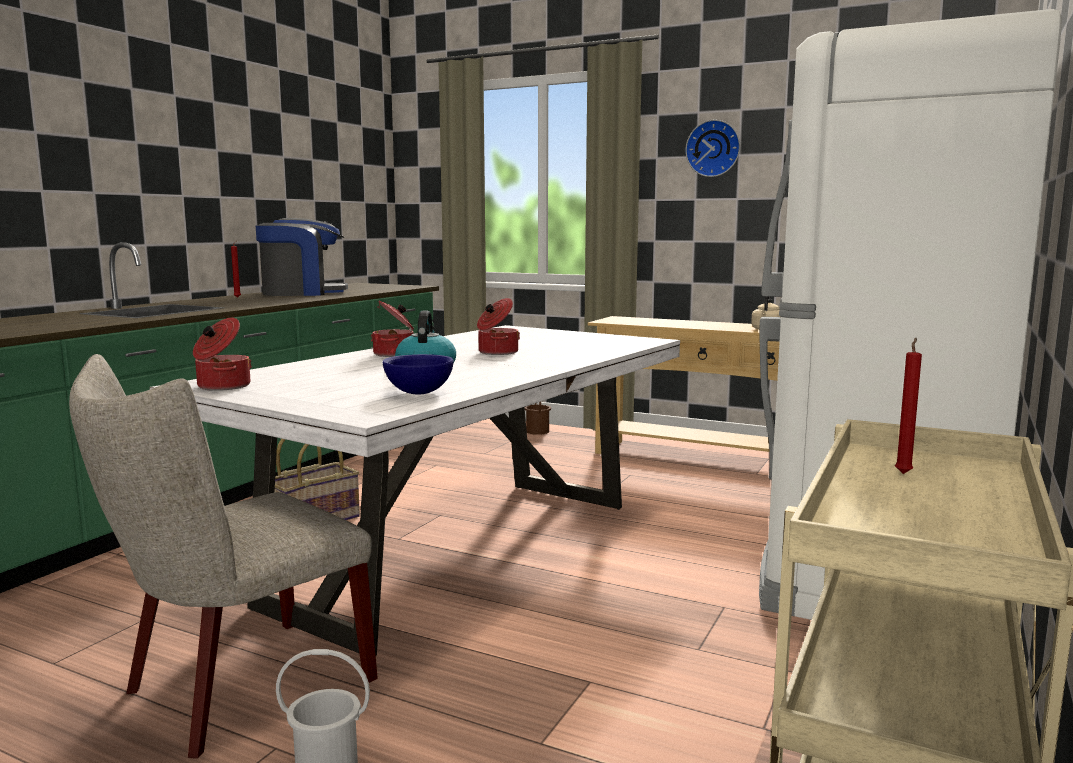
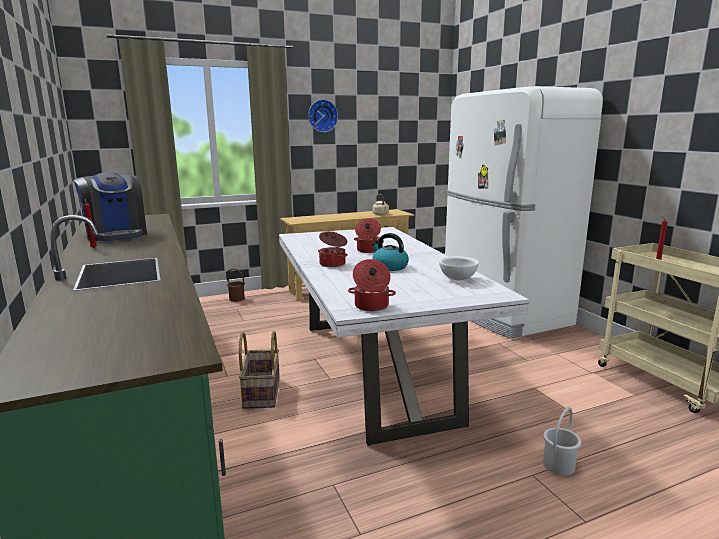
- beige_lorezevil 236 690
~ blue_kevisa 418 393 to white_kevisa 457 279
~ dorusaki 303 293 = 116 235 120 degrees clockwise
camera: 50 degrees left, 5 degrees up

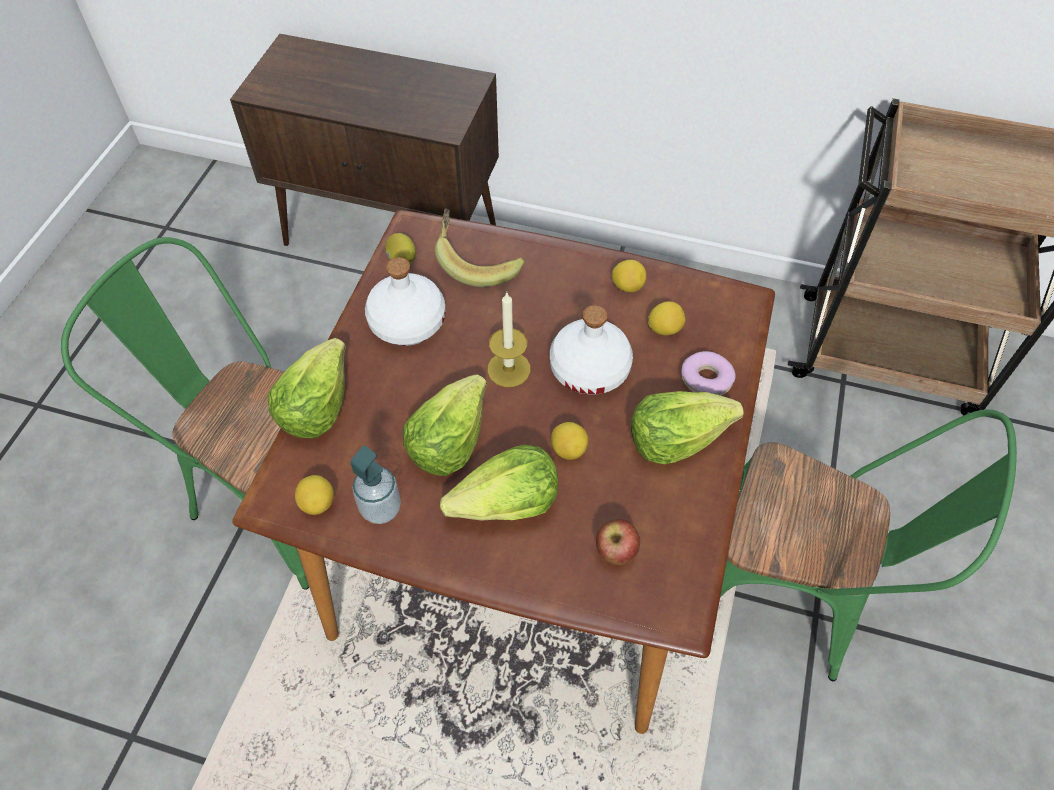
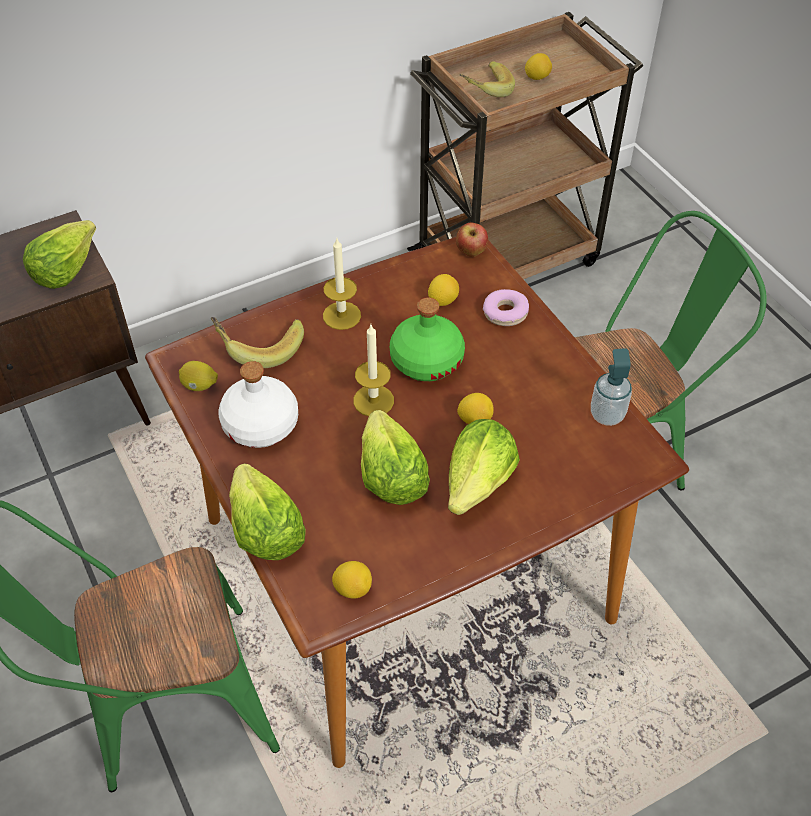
+ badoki 341 315
+ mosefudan 483 91
~ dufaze 381 508 to 607 415
~ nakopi 615 552 to 471 252
~ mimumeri 627 286 to 537 77
~ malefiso 676 437 to 64 269
~ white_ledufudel 589 368 to green_ledufudel 426 360
camera: 45 degrees left, 5 degrees down

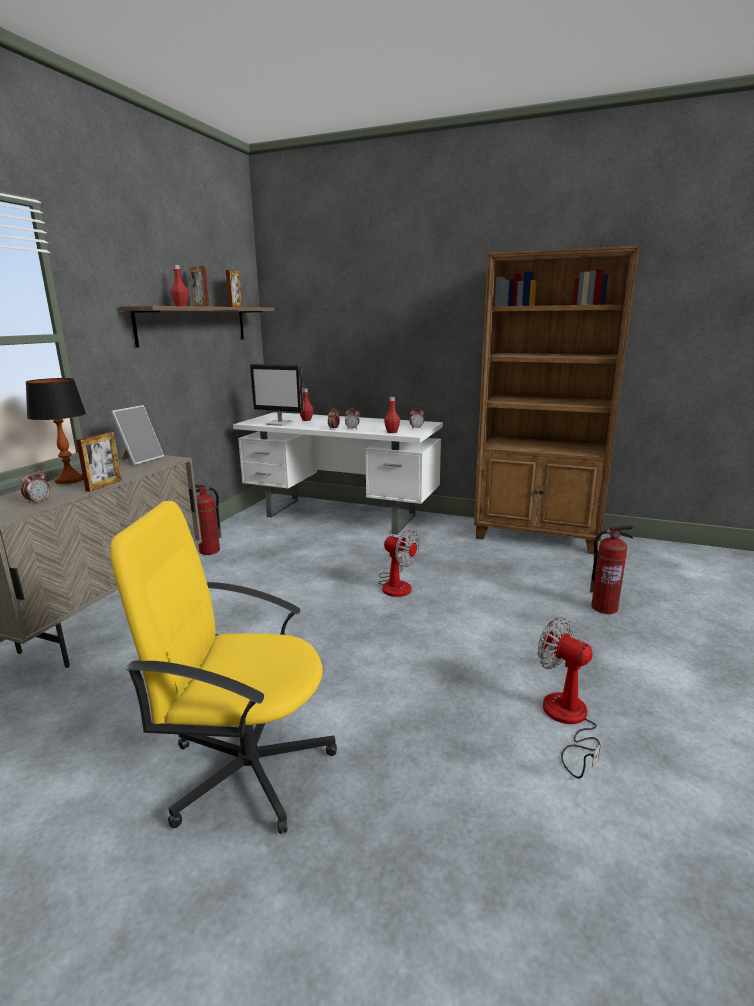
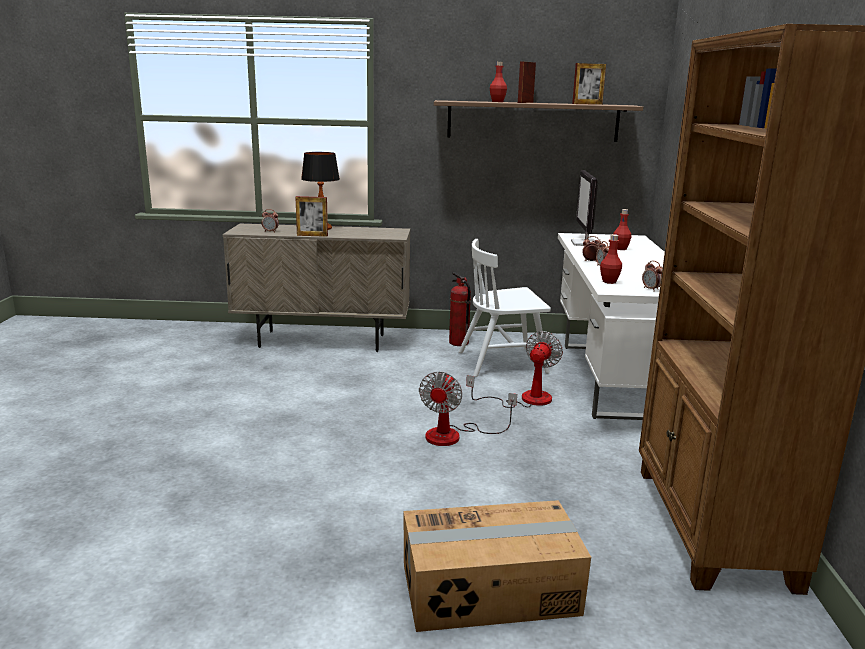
- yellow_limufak 247 768
- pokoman 140 459
+ white_lorezevil 503 362
~ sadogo 567 721 to 525 399
~ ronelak 604 607 to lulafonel 490 590
camera: 70 degrees right, 0 degrees up

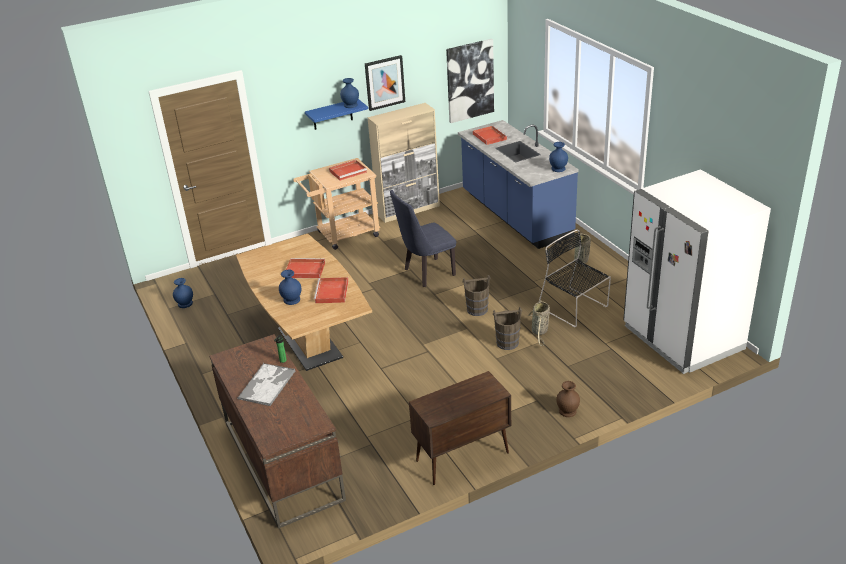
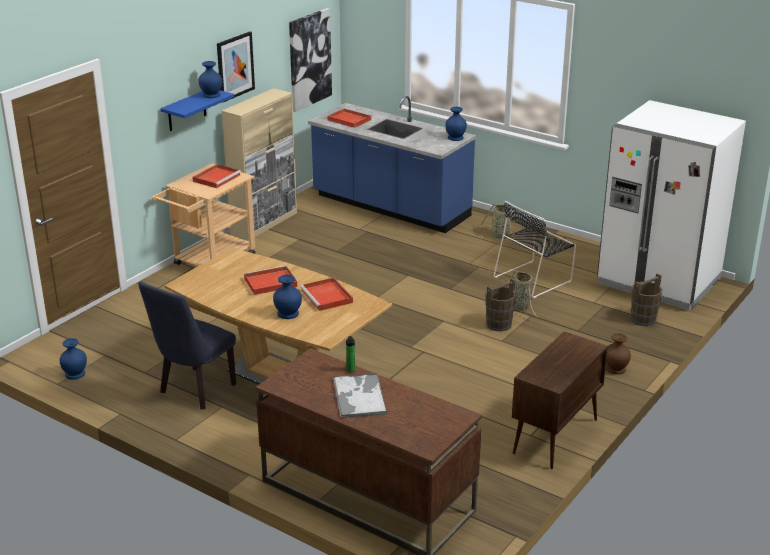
~ blue_lorezevil 425 274 to 194 391
~ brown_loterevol 477 310 to 643 319
~ black_lorezevil 574 308 = 534 278 60 degrees counterclockwise
camera: 30 degrees left, 5 degrees down

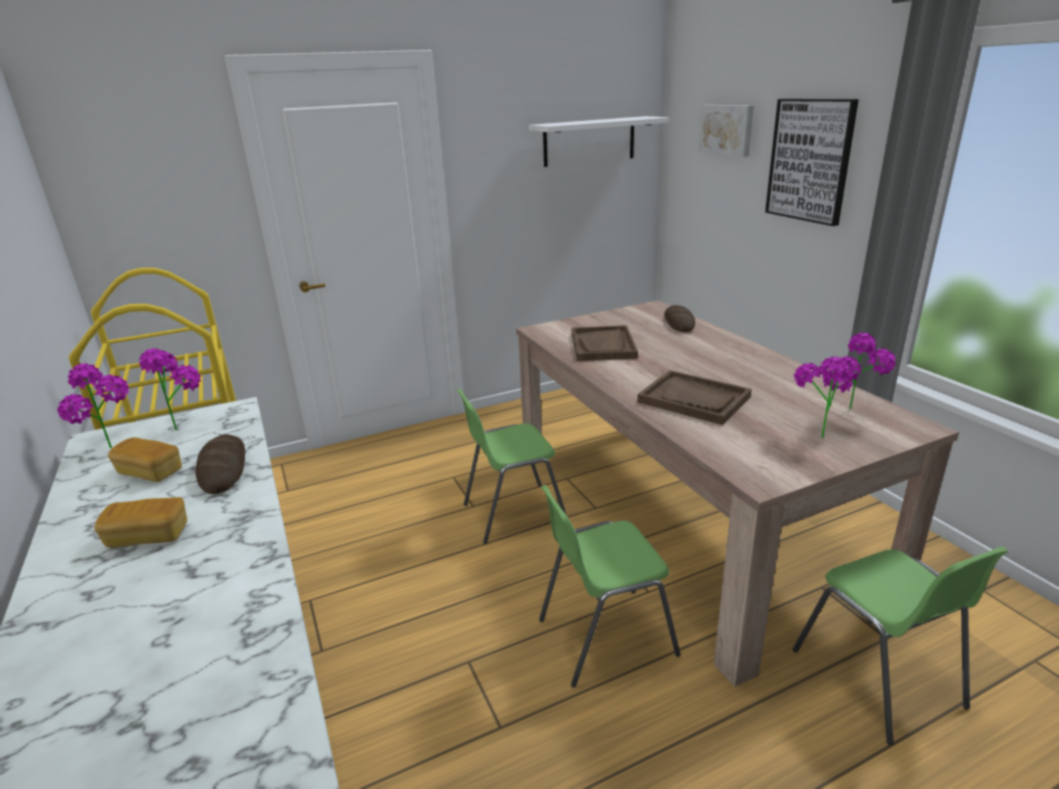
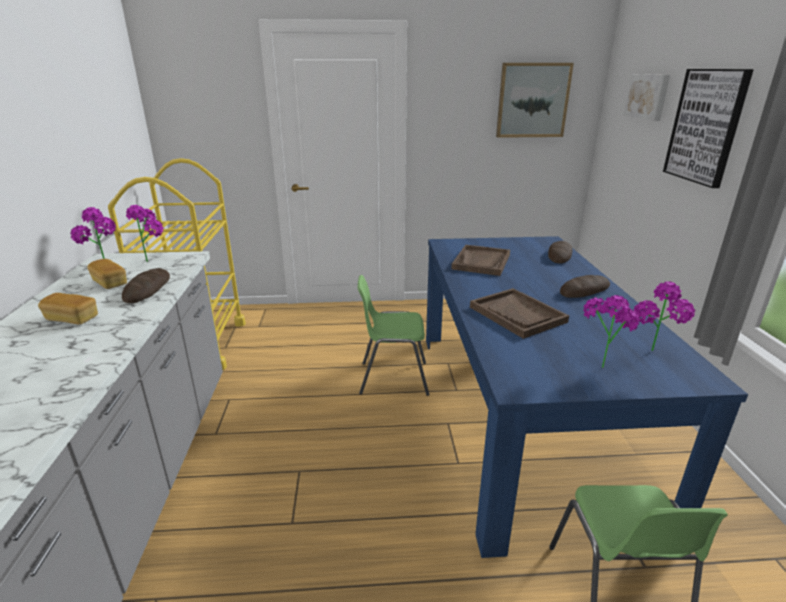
- green_lorezevil 604 636
+ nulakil 584 290
~ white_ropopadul 589 141 to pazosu 532 100
~ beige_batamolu 682 517 to blue_batamolu 521 415
camera: 20 degrees right, 0 degrees up

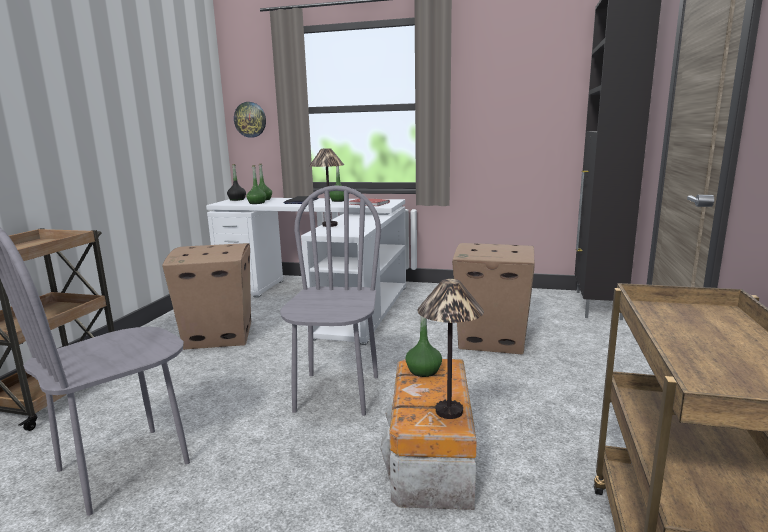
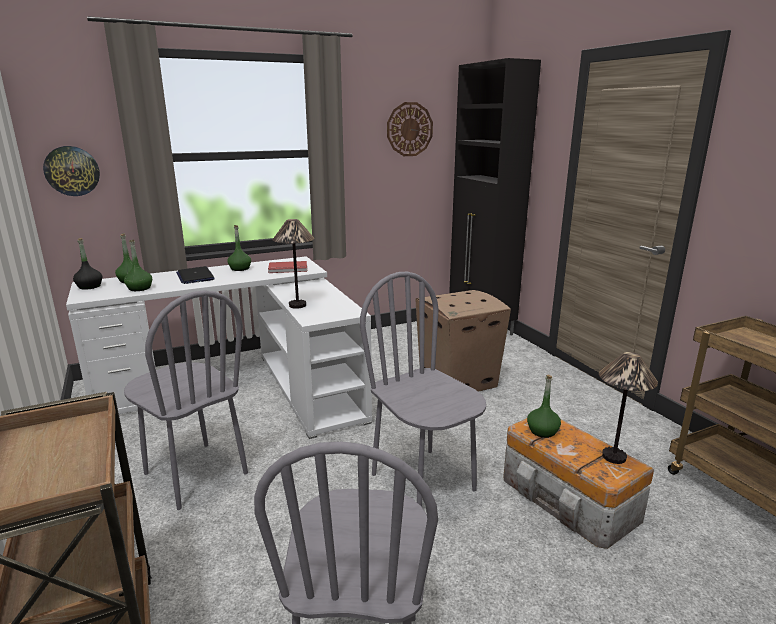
+ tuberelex 409 129
~ lulafonel 217 336 to grey_lorezevil 195 474
camera: 40 degrees left, 5 degrees up

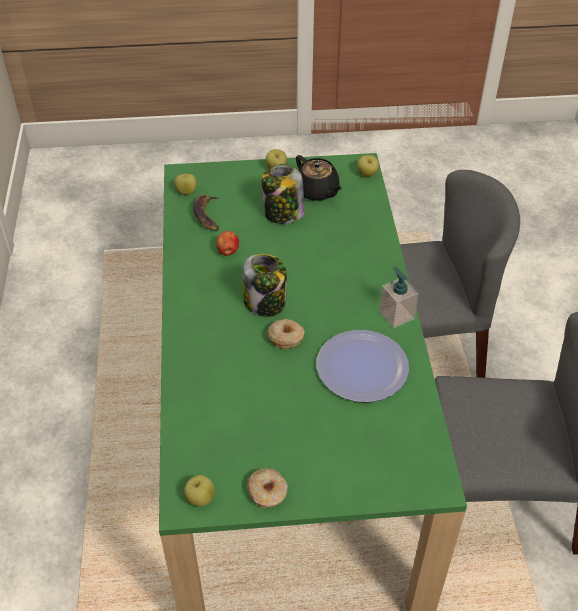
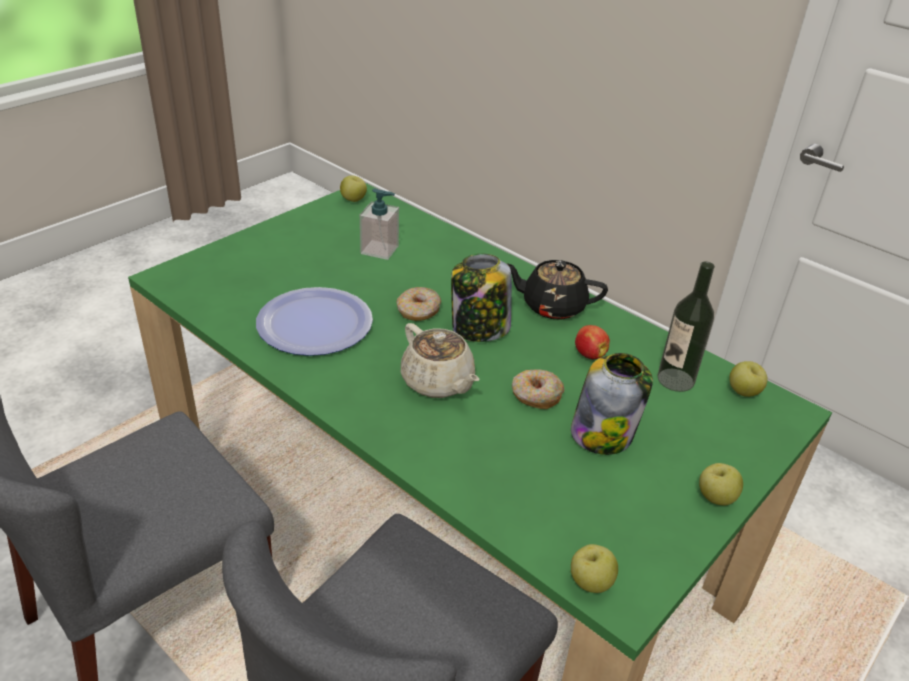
+ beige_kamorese 438 382
~ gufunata 267 492 to 536 395
~ black_kamorese 317 191 to 552 306
~ dufaze 396 315 to 380 250
~ mosefudan 207 215 to ledufudel 675 380
camera: 135 degrees right, 10 degrees down

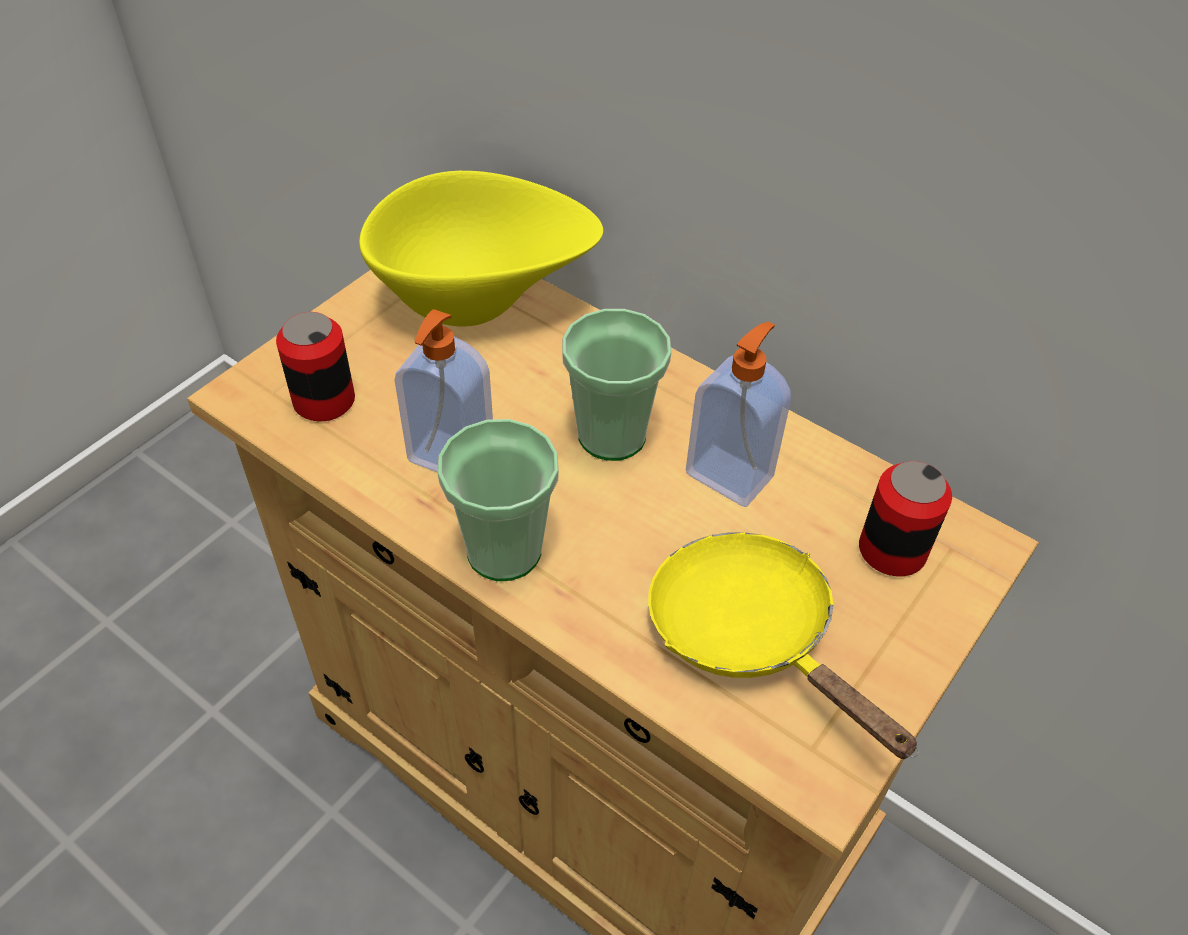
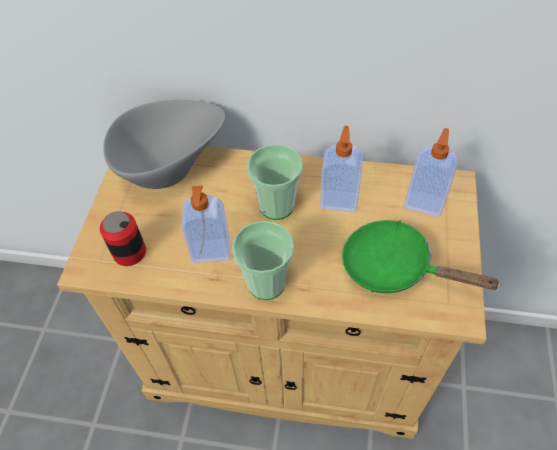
~ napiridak 892 550 to dufaze 424 202
~ yellow_kevisa 481 298 to grey_kevisa 171 167
~ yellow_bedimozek 751 635 to green_bedimozek 394 267
camera: 25 degrees left, 5 degrees up

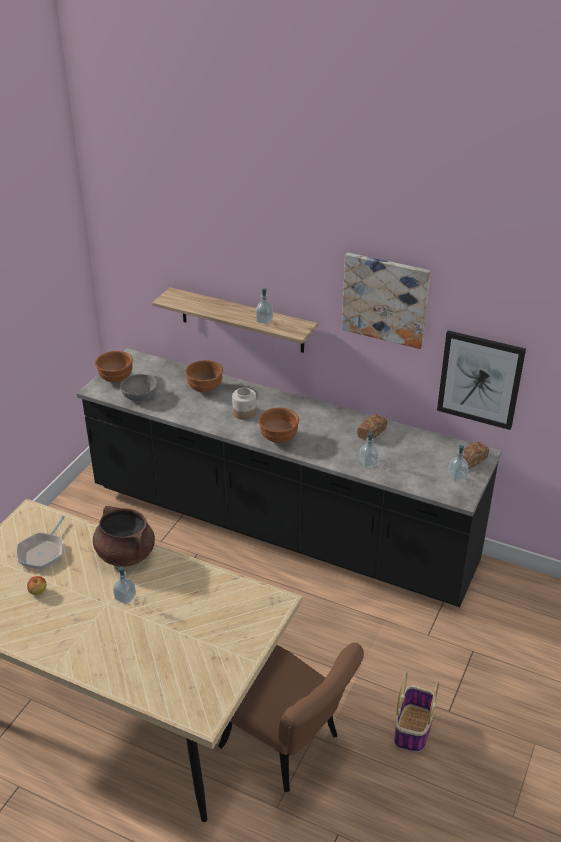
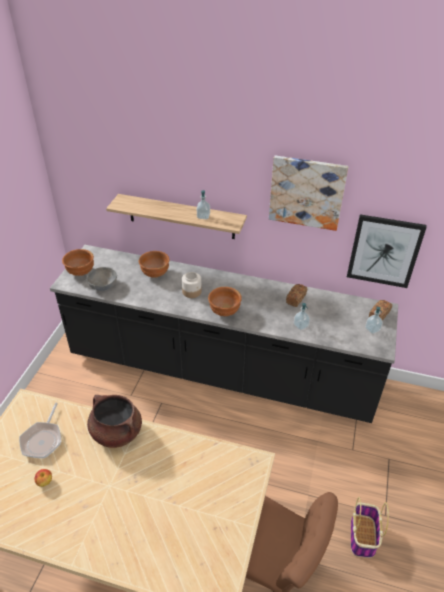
- dufaze 125 597
camera: 10 degrees left, 5 degrees up

